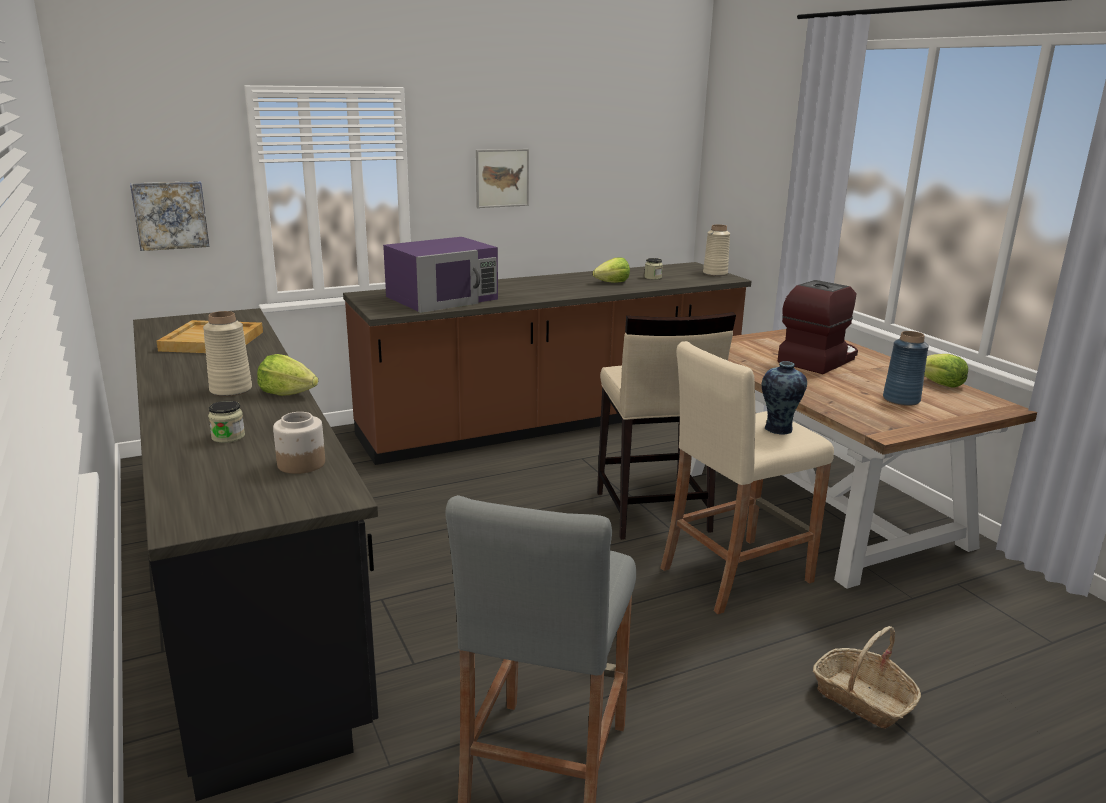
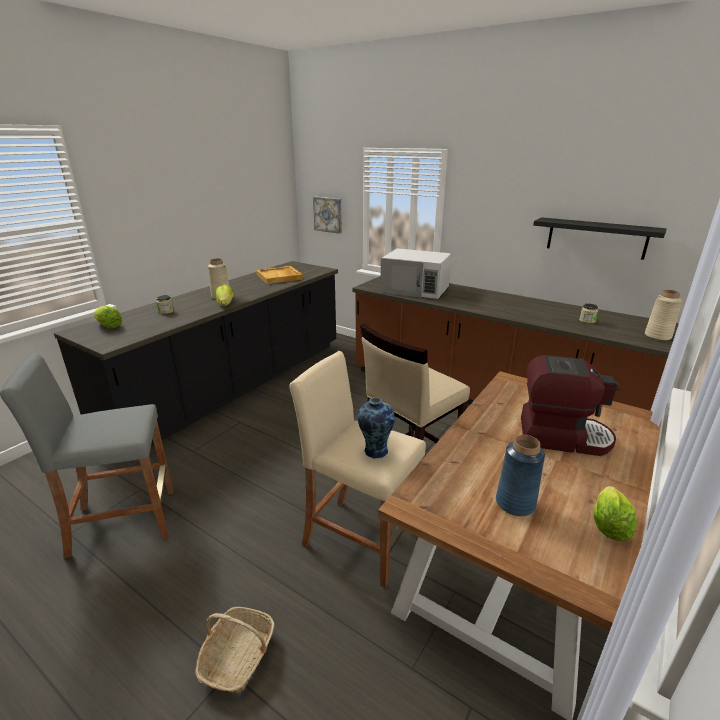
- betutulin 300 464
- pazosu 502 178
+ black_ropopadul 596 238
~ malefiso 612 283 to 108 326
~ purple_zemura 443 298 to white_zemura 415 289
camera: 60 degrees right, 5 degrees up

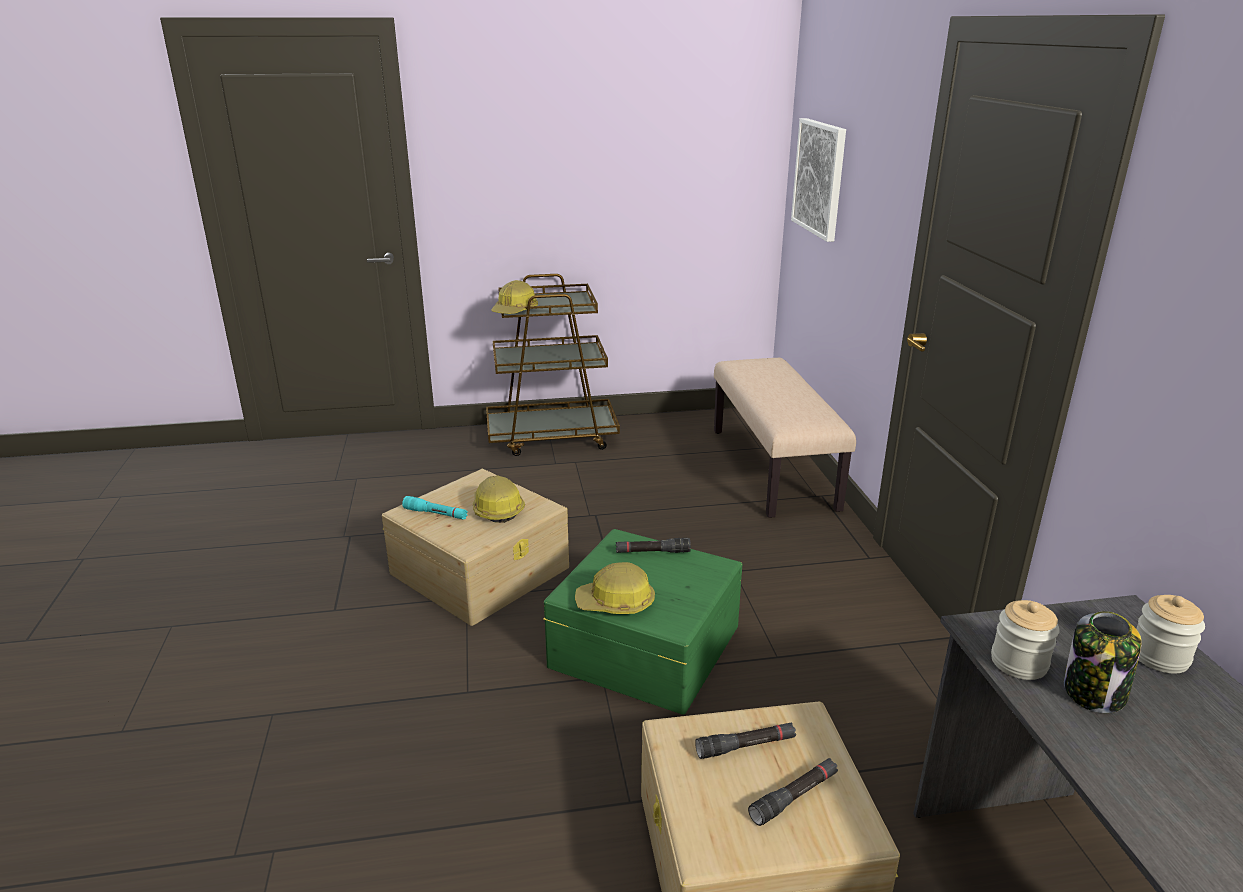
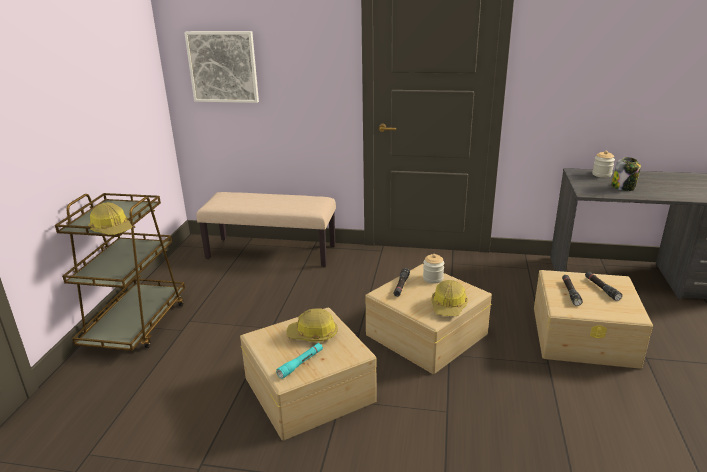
~ betutulin 1019 663 to 433 278
~ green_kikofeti 644 645 to beige_kikofeti 425 334
camera: 70 degrees left, 0 degrees up

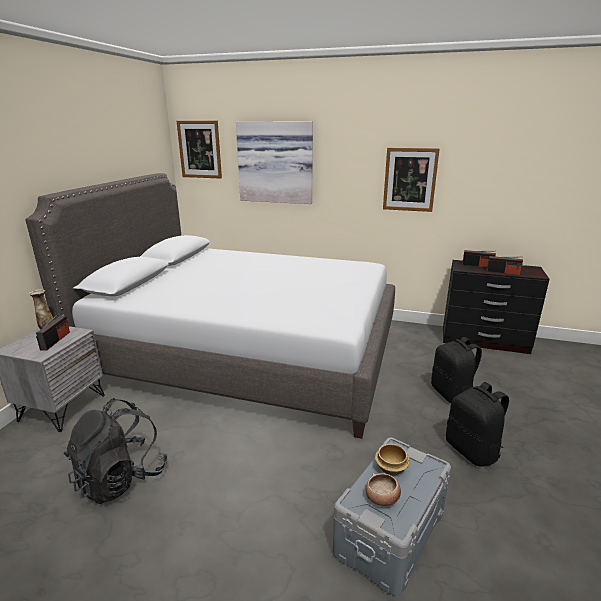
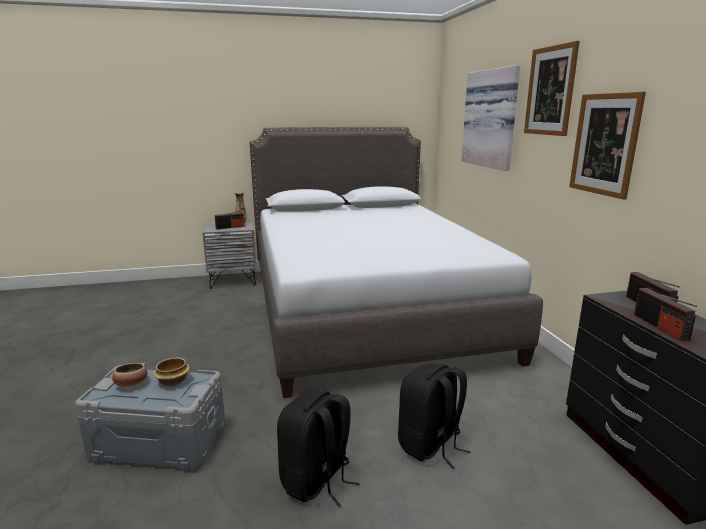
- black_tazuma 121 478
~ pazosu 199 149 to 550 91
camera: 60 degrees right, 5 degrees down

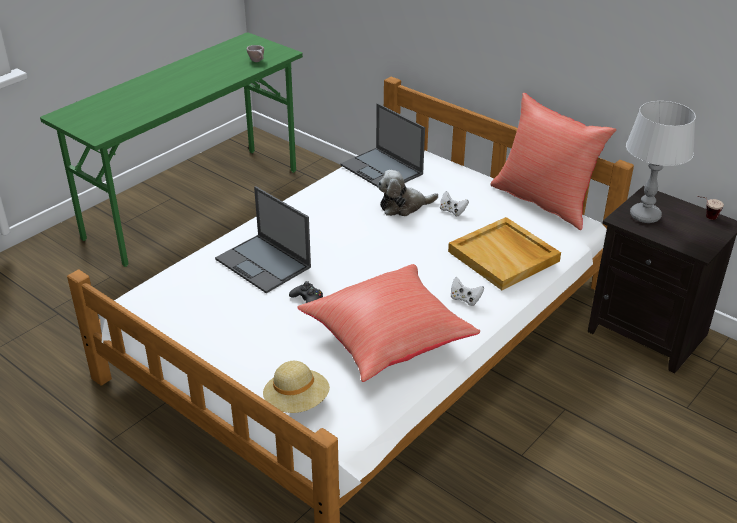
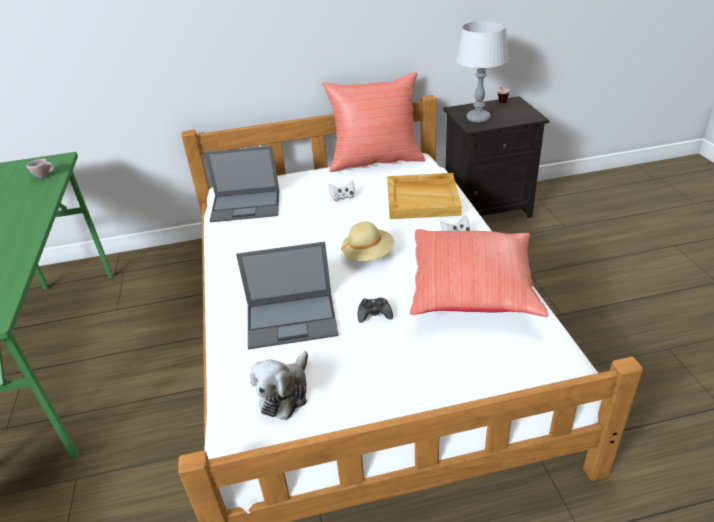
~ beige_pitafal 297 402 to 368 255
~ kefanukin 403 206 to 285 393
camera: 50 degrees left, 0 degrees up

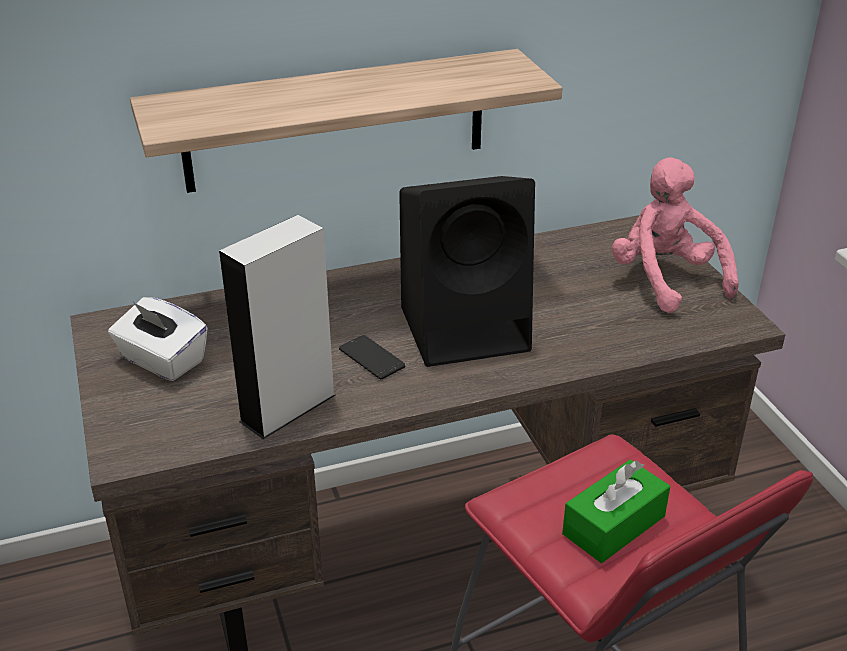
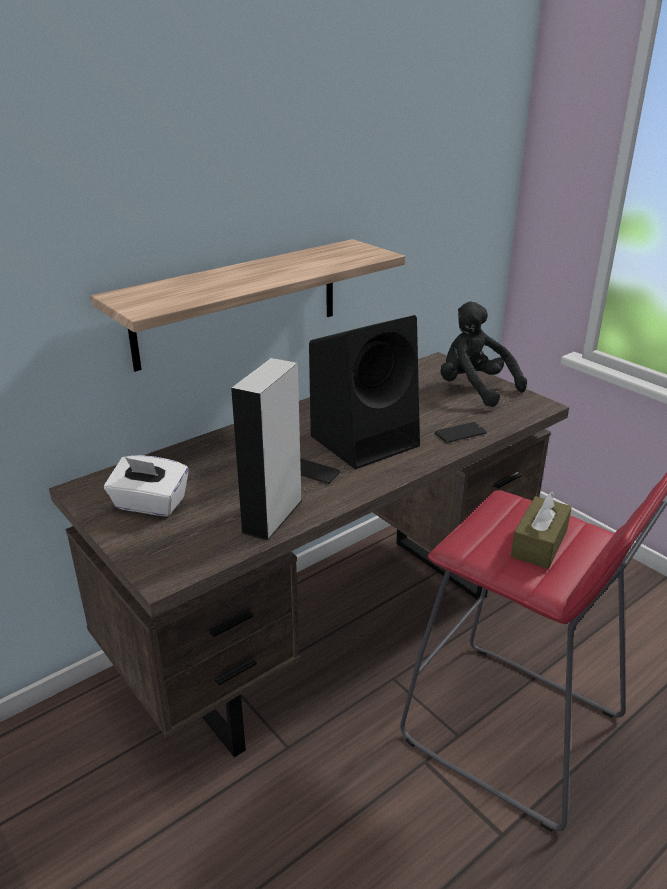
+ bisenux 460 433
~ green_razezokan 614 525 to brown_razezokan 539 543
~ pink_kefanukin 665 280 to black_kefanukin 474 389
camera: 20 degrees left, 5 degrees down

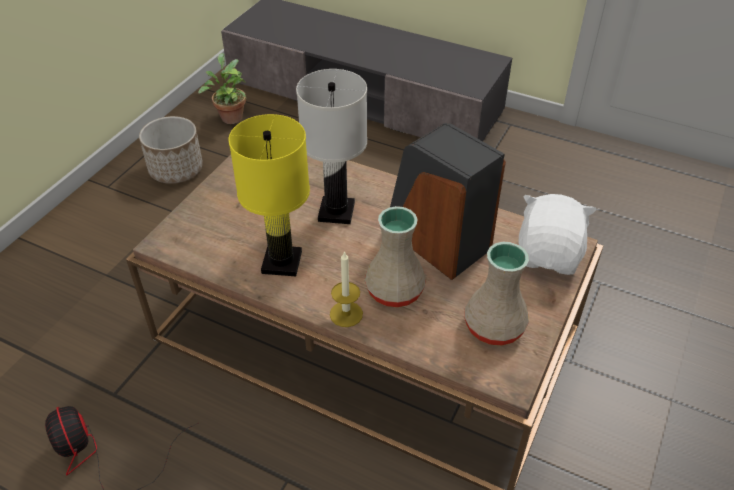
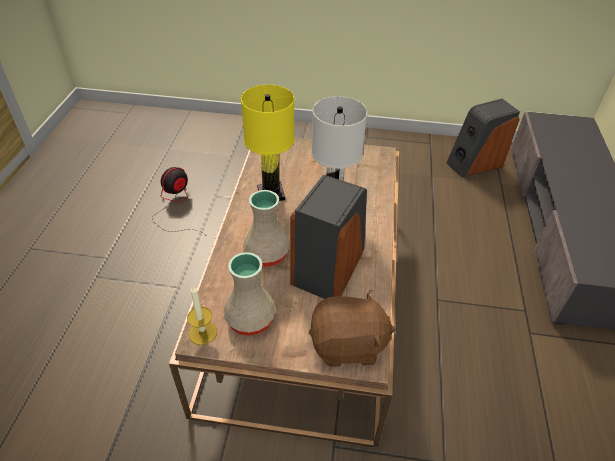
- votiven 176 169
~ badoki 346 314 to 203 333
~ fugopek 230 116 to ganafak 474 164
~ white_kefanukin 549 254 to brown_kefanukin 348 345
camera: 70 degrees right, 0 degrees up

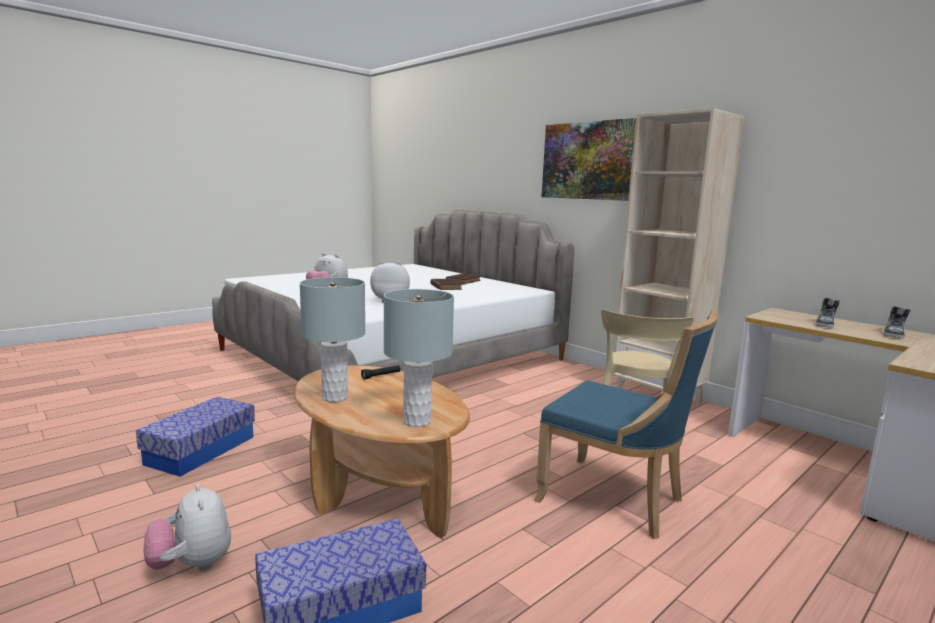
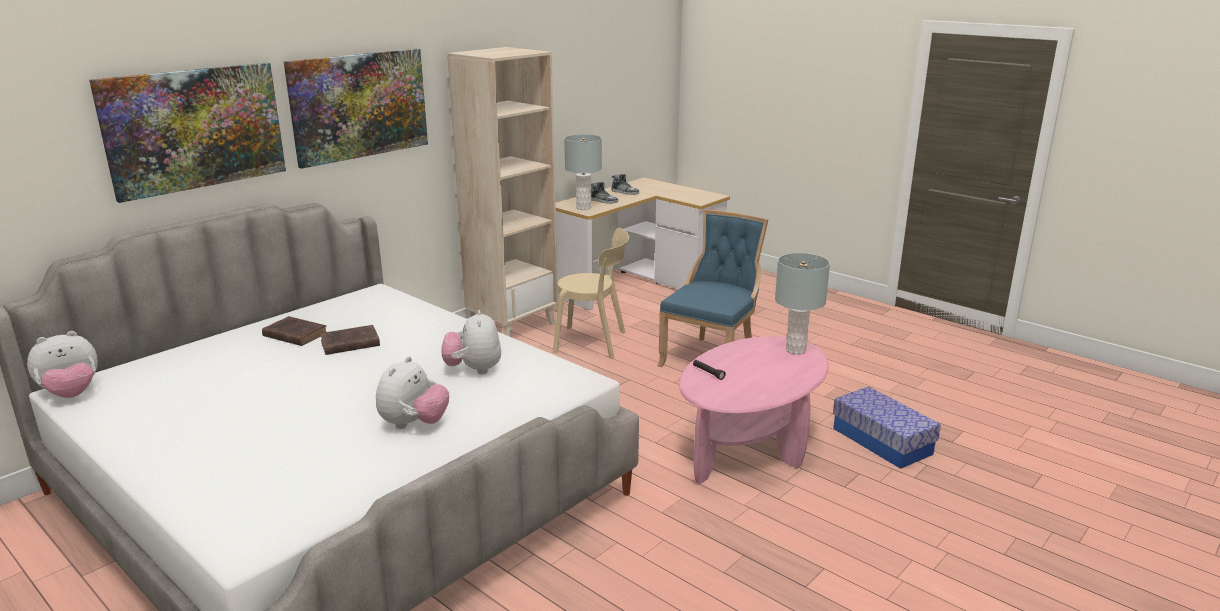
- kikofeti 201 450
+ pazosu 195 129
~ kefanukin 192 565 to 71 394
~ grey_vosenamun 335 397 to 583 208
~ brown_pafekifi 378 490 to pink_pafekifi 749 447
camera: 95 degrees left, 10 degrees up

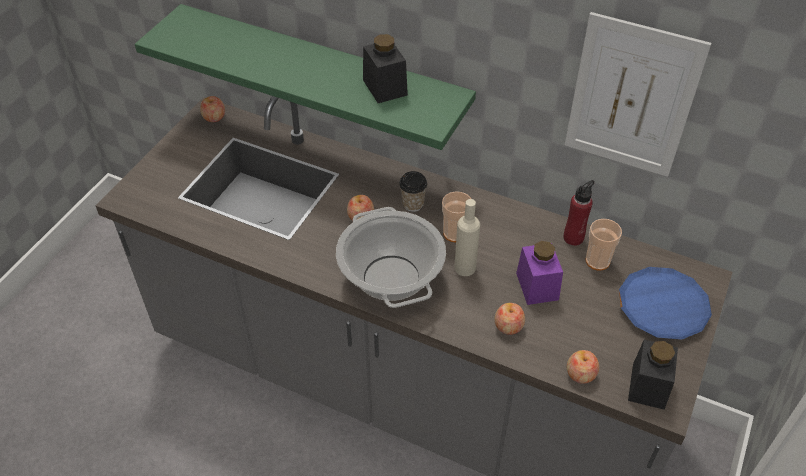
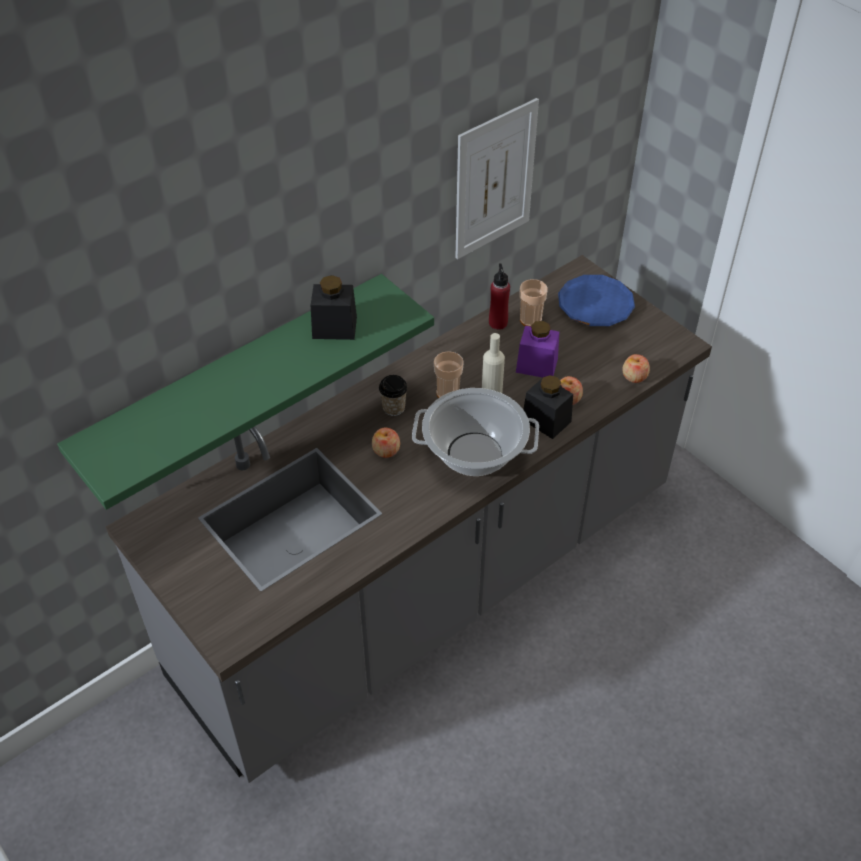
- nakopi 214 117
~ black_betutulin 648 386 to 546 420
camera: 65 degrees left, 0 degrees up

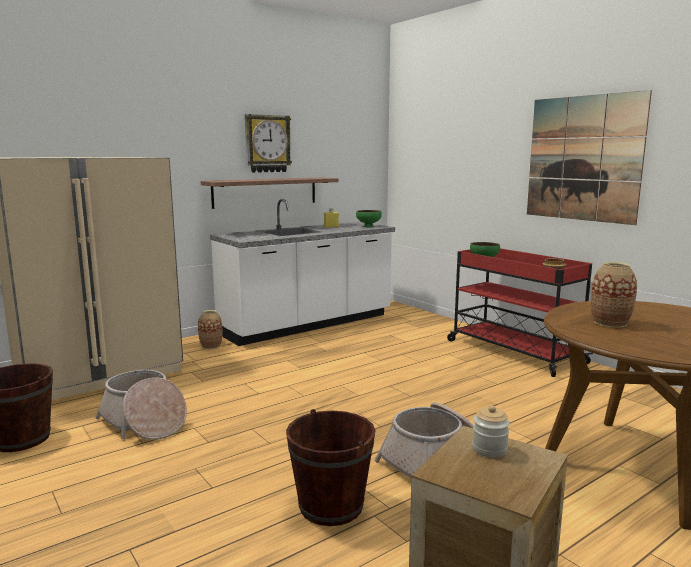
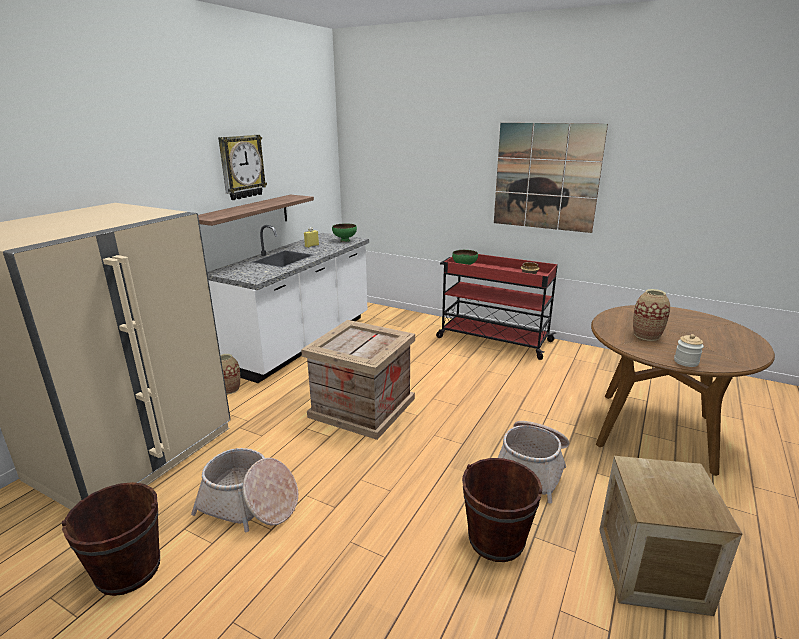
+ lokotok 361 407
~ betutulin 489 449 to 686 362
camera: 25 degrees left, 10 degrees up

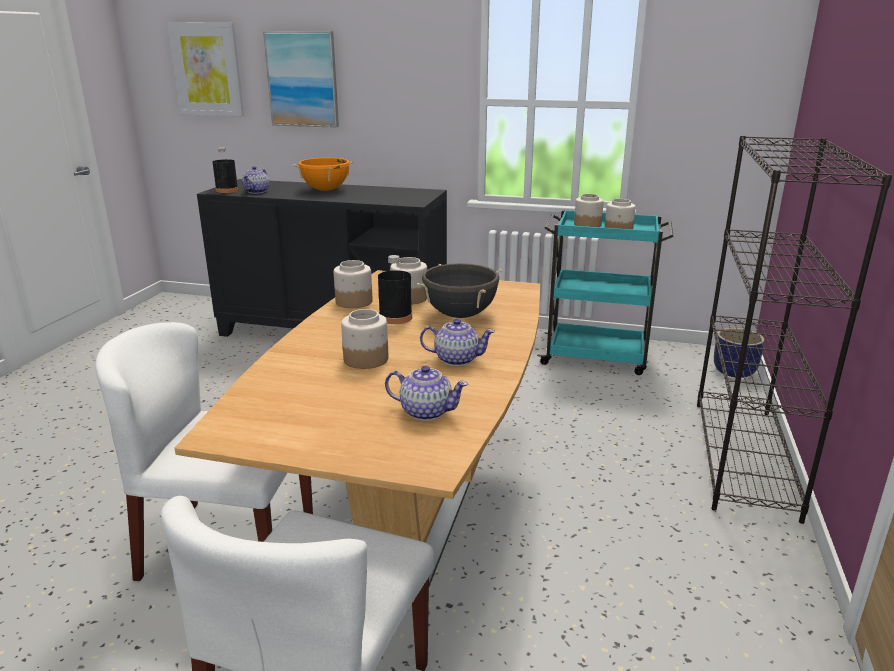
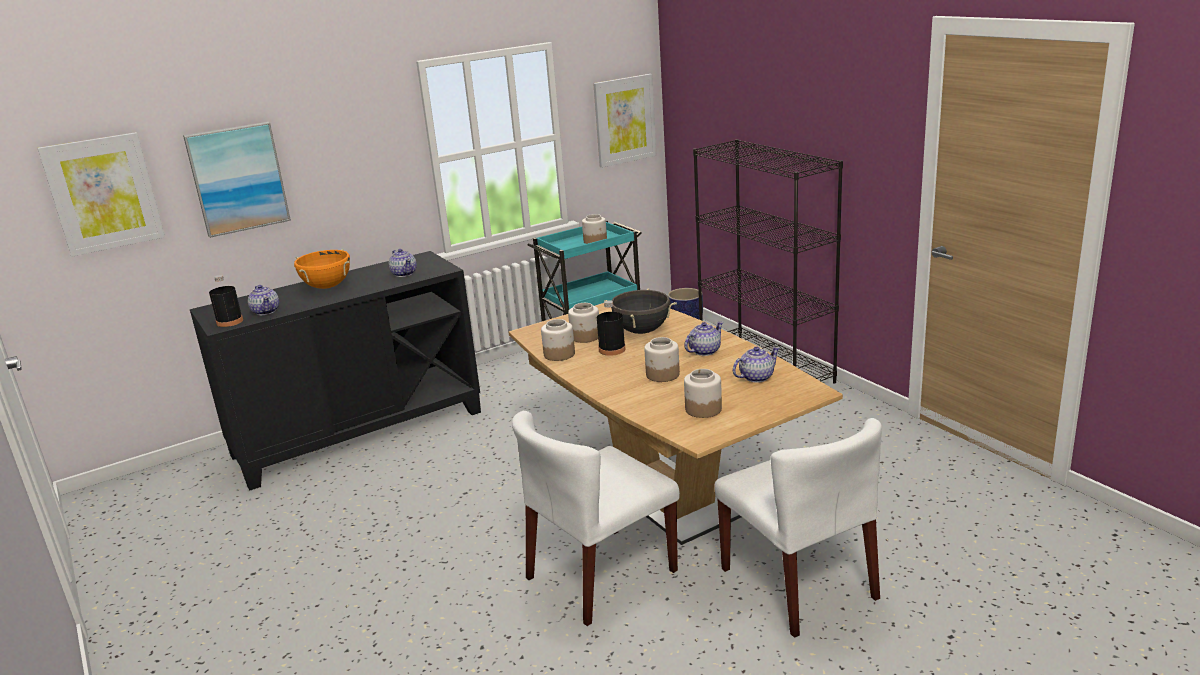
+ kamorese 404 273
+ pazosu 624 120
~ betutulin 587 225 to 703 409
camera: 45 degrees left, 0 degrees up

